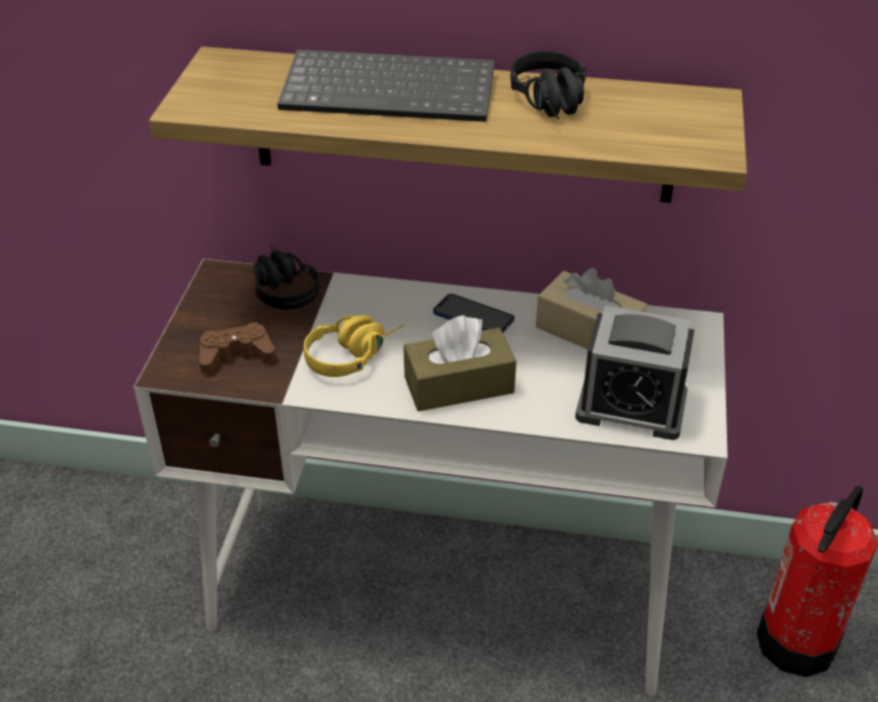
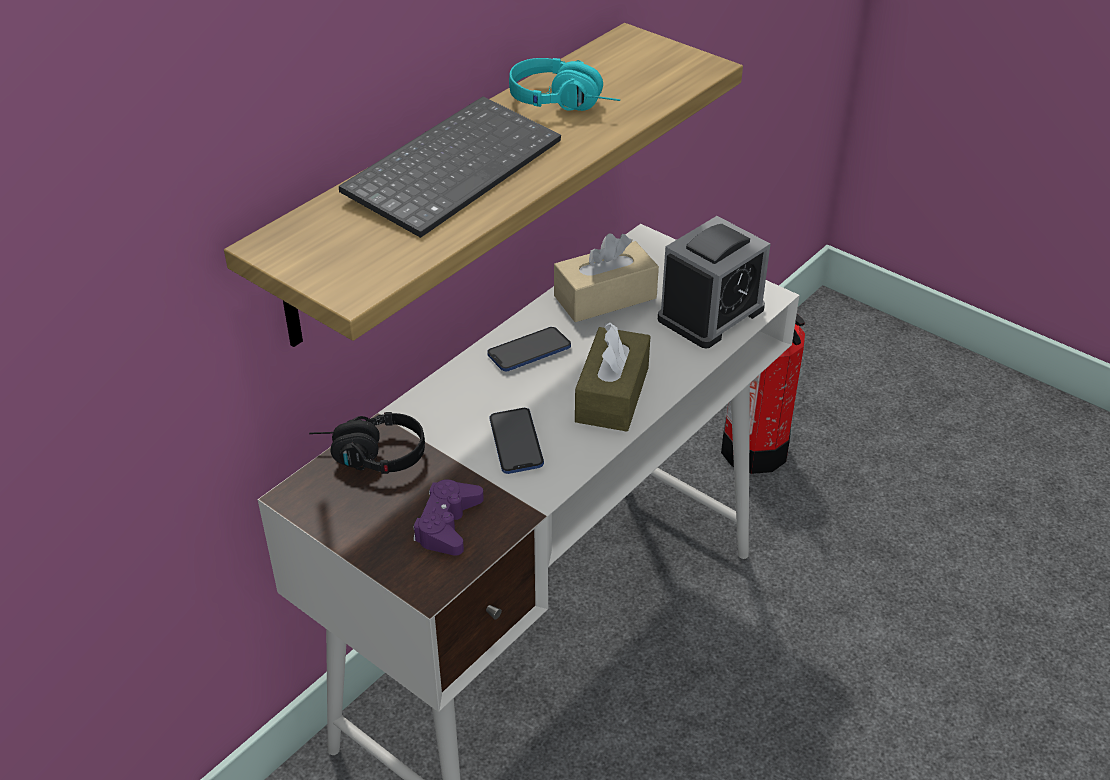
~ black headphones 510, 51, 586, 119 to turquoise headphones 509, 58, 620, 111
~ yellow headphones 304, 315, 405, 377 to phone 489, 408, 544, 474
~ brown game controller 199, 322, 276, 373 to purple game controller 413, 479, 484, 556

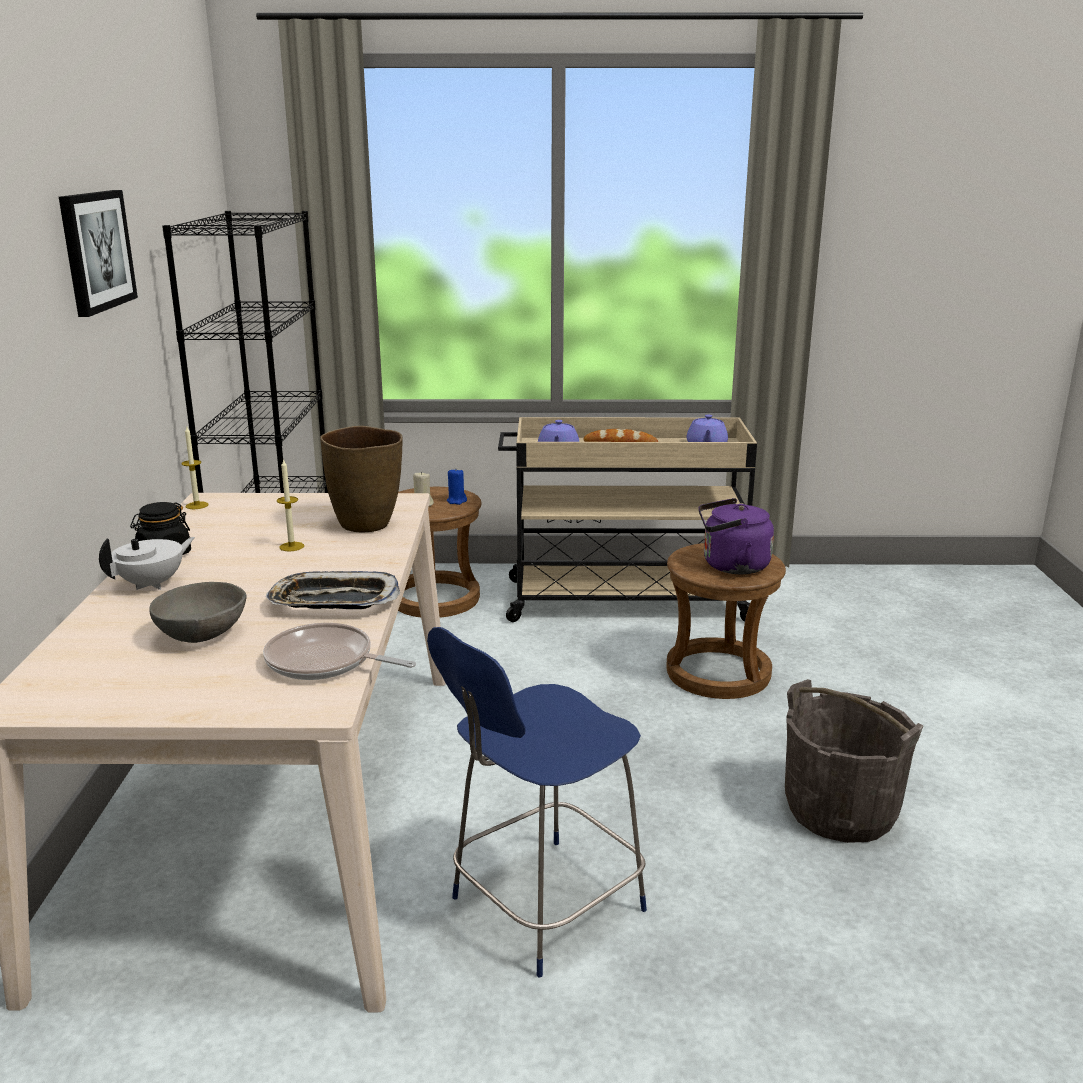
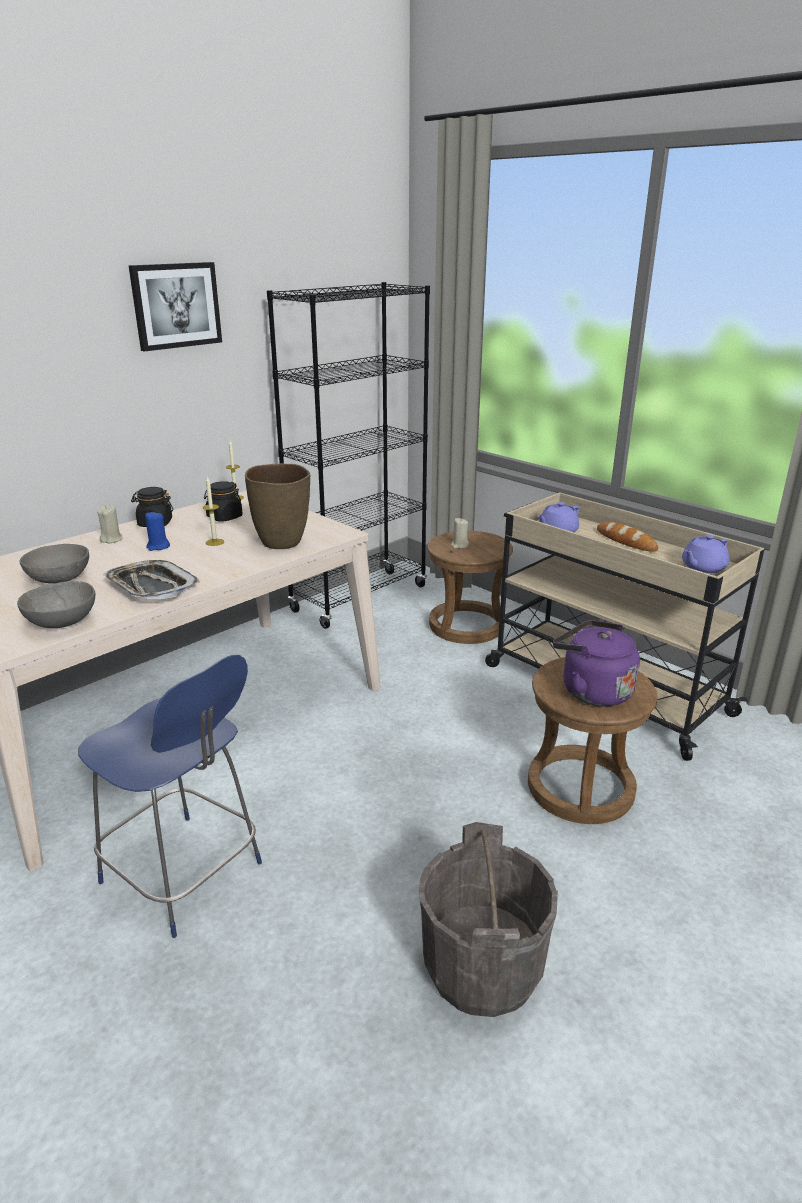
~ blue candle 447, 470, 467, 505 to 145, 512, 170, 551
~ white teapot 99, 537, 195, 590 to beige candle 97, 505, 122, 543
~ frying pan 263, 623, 416, 680 to grey bowl 17, 581, 95, 628
~ blue chair 427, 627, 647, 977 = 78, 655, 262, 938 150 degrees counterclockwise
+ black jar 204, 481, 243, 522

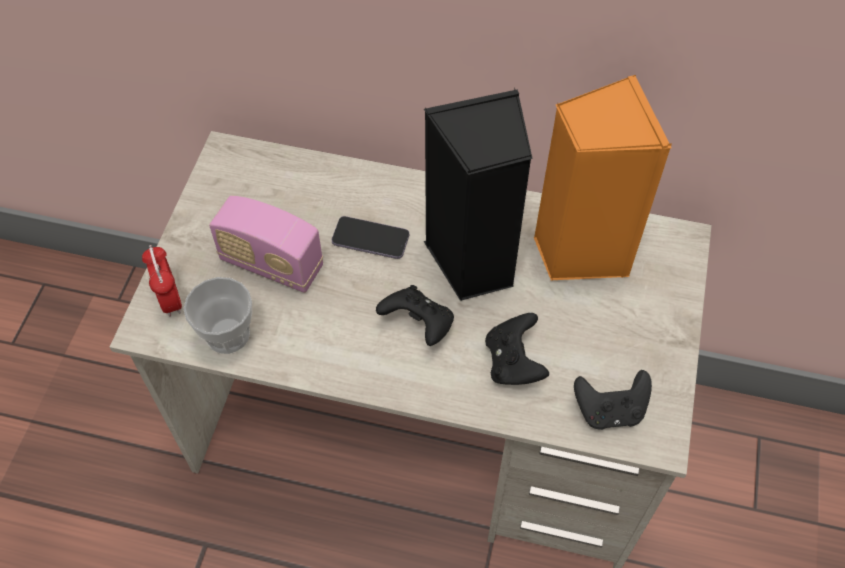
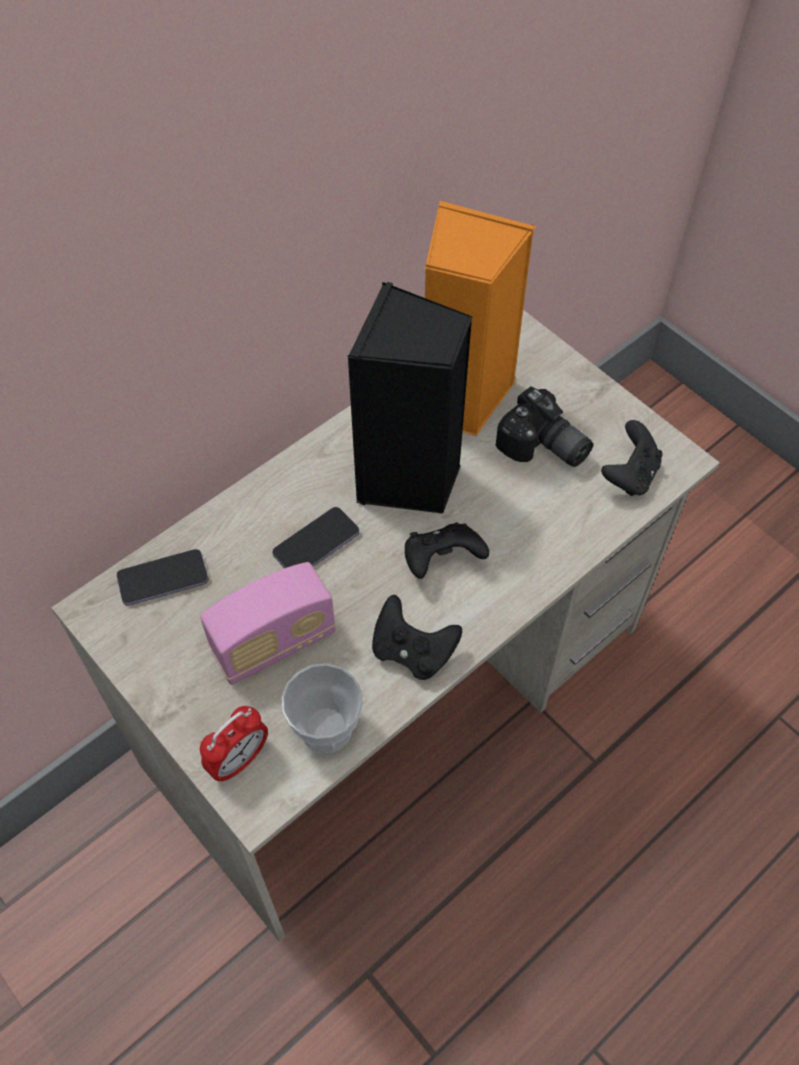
~ alarm clock 142, 245, 182, 317 = 200, 706, 268, 782 120 degrees clockwise
~ black game controller 485, 313, 549, 385 to 372, 595, 462, 680
+ photo camera 496, 386, 593, 467
+ phone 116, 549, 208, 606

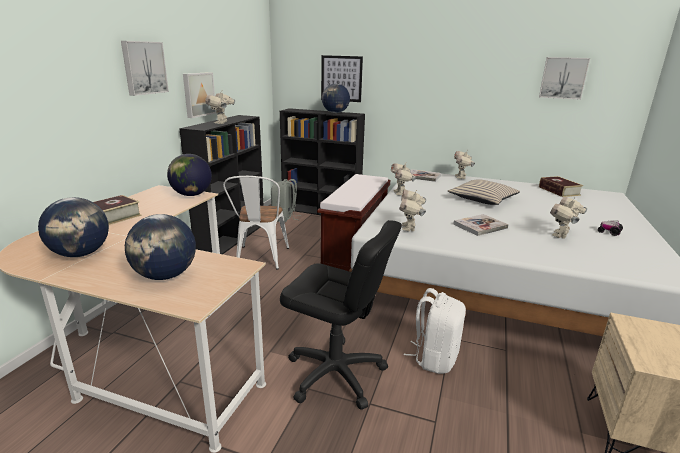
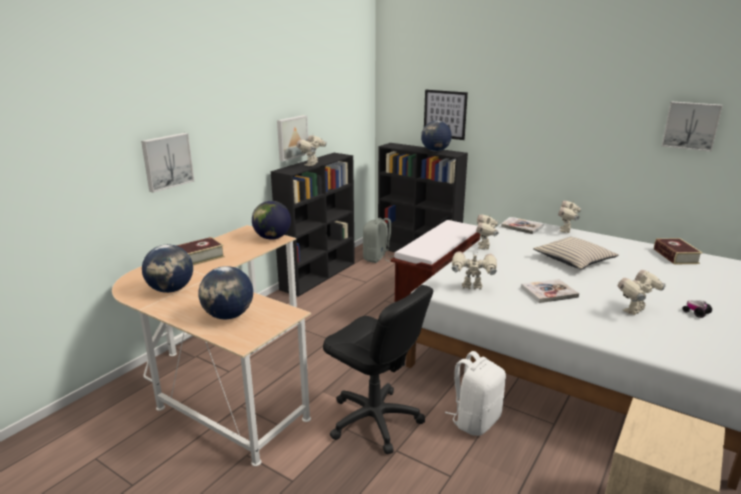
~ picture 121, 41, 169, 96 to 141, 133, 194, 193
- white chair 223, 176, 289, 270
~ toy robot 399, 189, 426, 231 = 452, 251, 497, 290 75 degrees clockwise

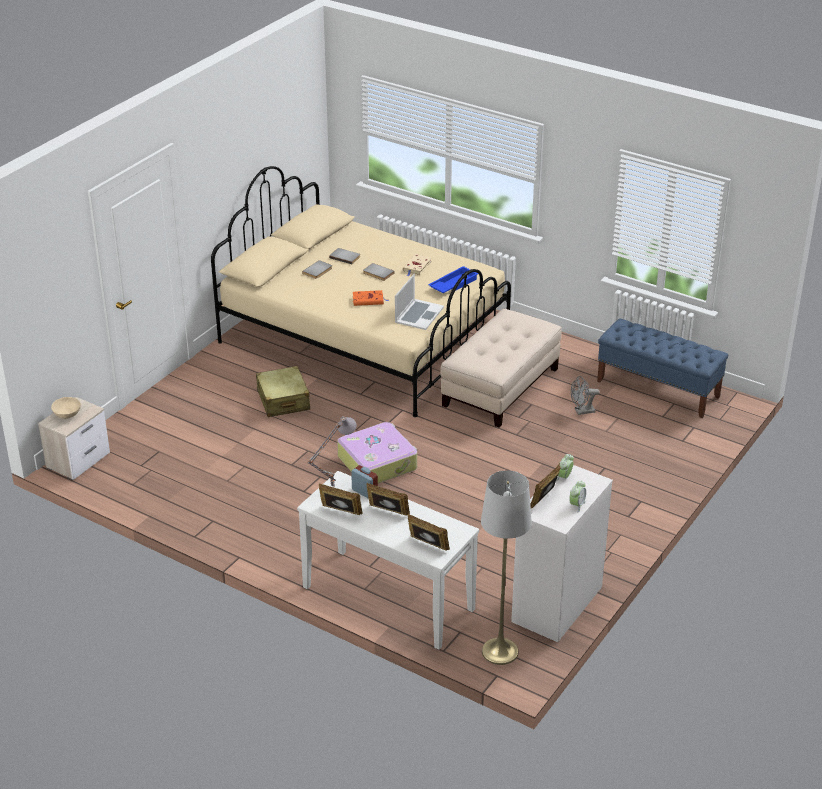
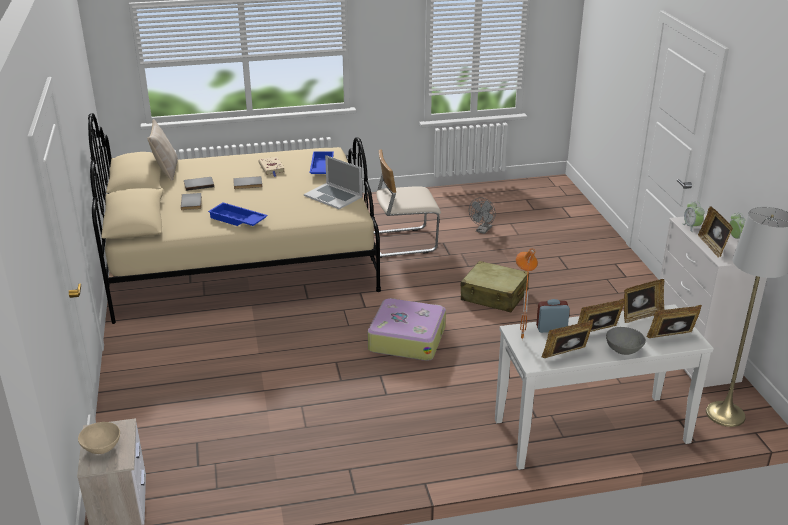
~ laptop 395, 273, 444, 330 = 304, 155, 362, 209 150 degrees clockwise
- orange book 353, 290, 389, 306
~ beige ottoman 440, 309, 562, 427 to beige chair 373, 150, 441, 258
- blue bench 597, 319, 728, 418
~ beige suitcase 256, 366, 310, 417 to 461, 261, 529, 313
~ grey table lamp 308, 416, 357, 487 to orange table lamp 516, 248, 538, 340
+ beige pillow 147, 119, 178, 181
+ blue tray 208, 202, 268, 226
+ picture frame 624, 279, 664, 323
+ grey bowl 606, 327, 646, 355

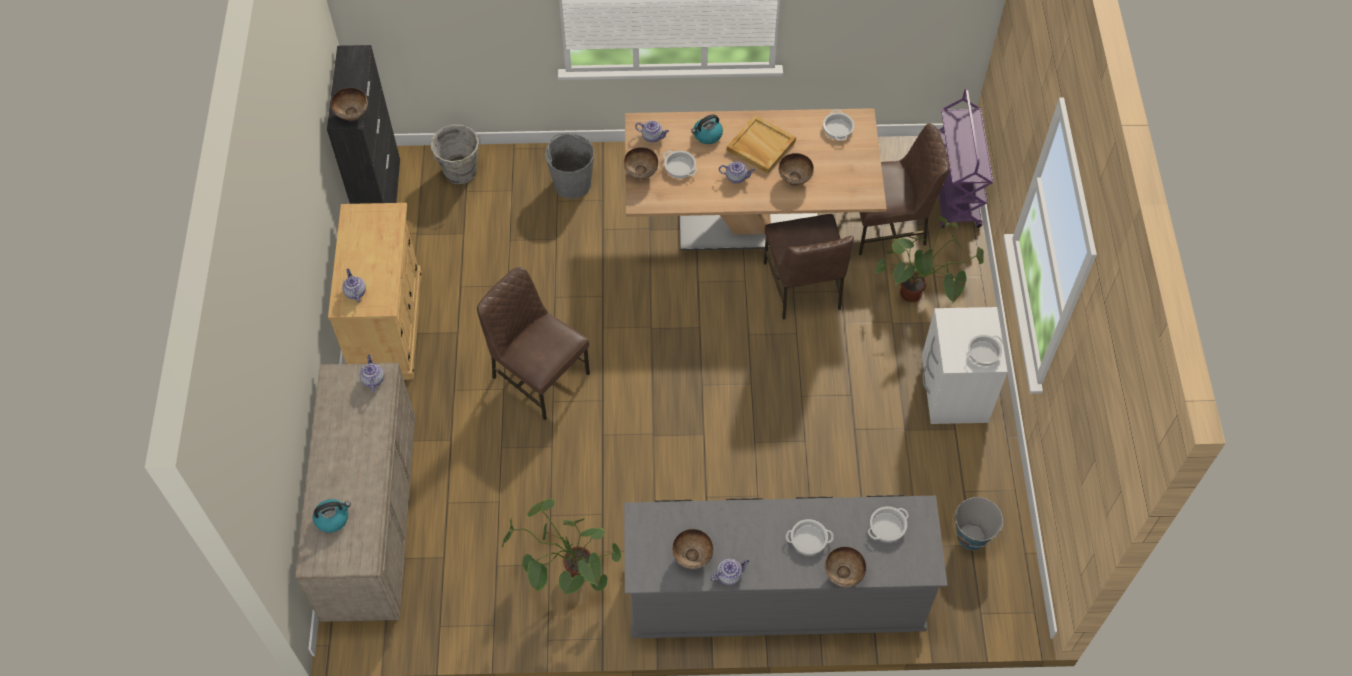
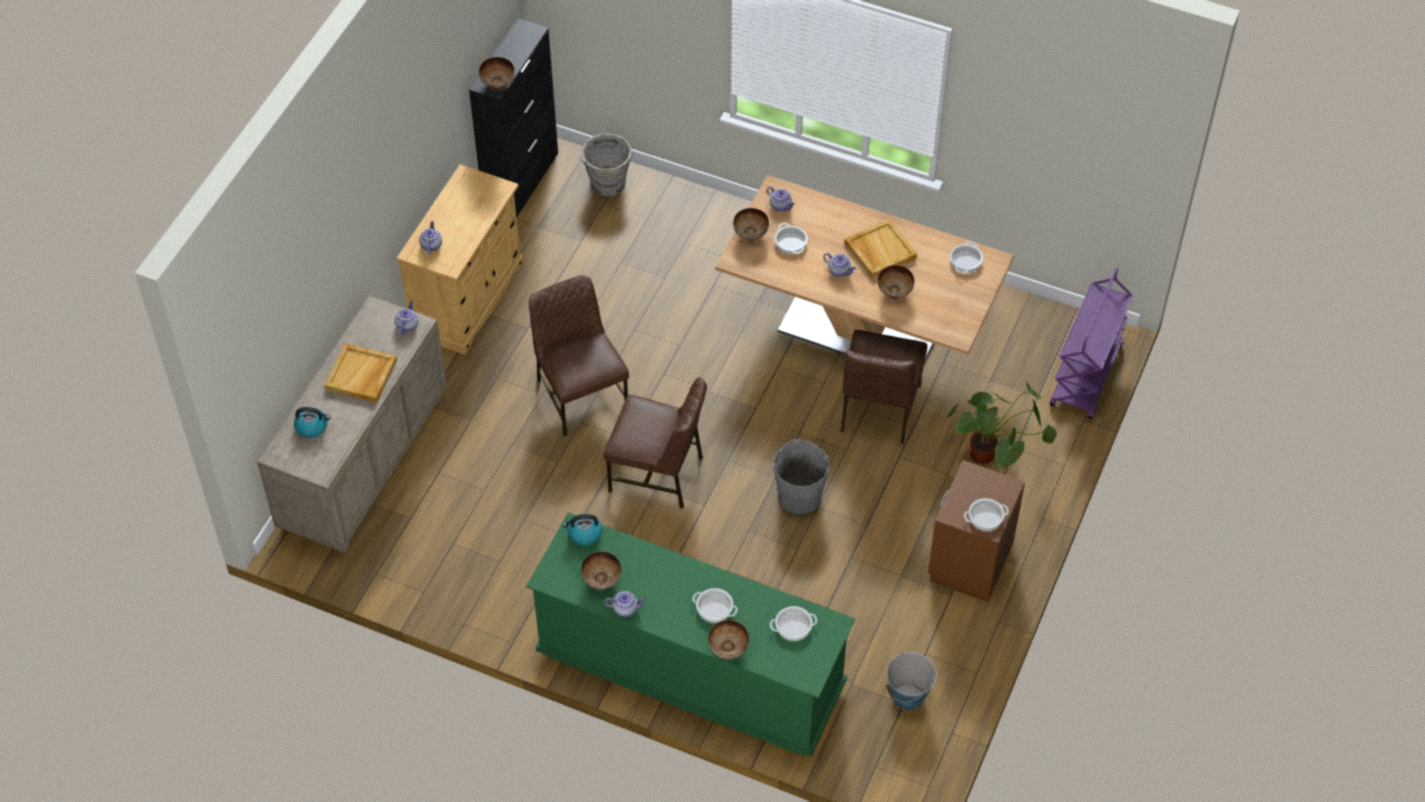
~ kettle 691, 114, 723, 144 to 562, 514, 602, 545
~ brown chair 859, 124, 950, 255 to 603, 377, 707, 508
~ grey bucket 545, 133, 594, 199 to 773, 439, 830, 514
~ white nightstand 922, 307, 1008, 424 to brown nightstand 928, 460, 1025, 602
~ grey dresser 624, 495, 948, 638 to green dresser 526, 513, 855, 757
- potted plant 502, 499, 622, 596
+ beige tray 324, 343, 397, 403

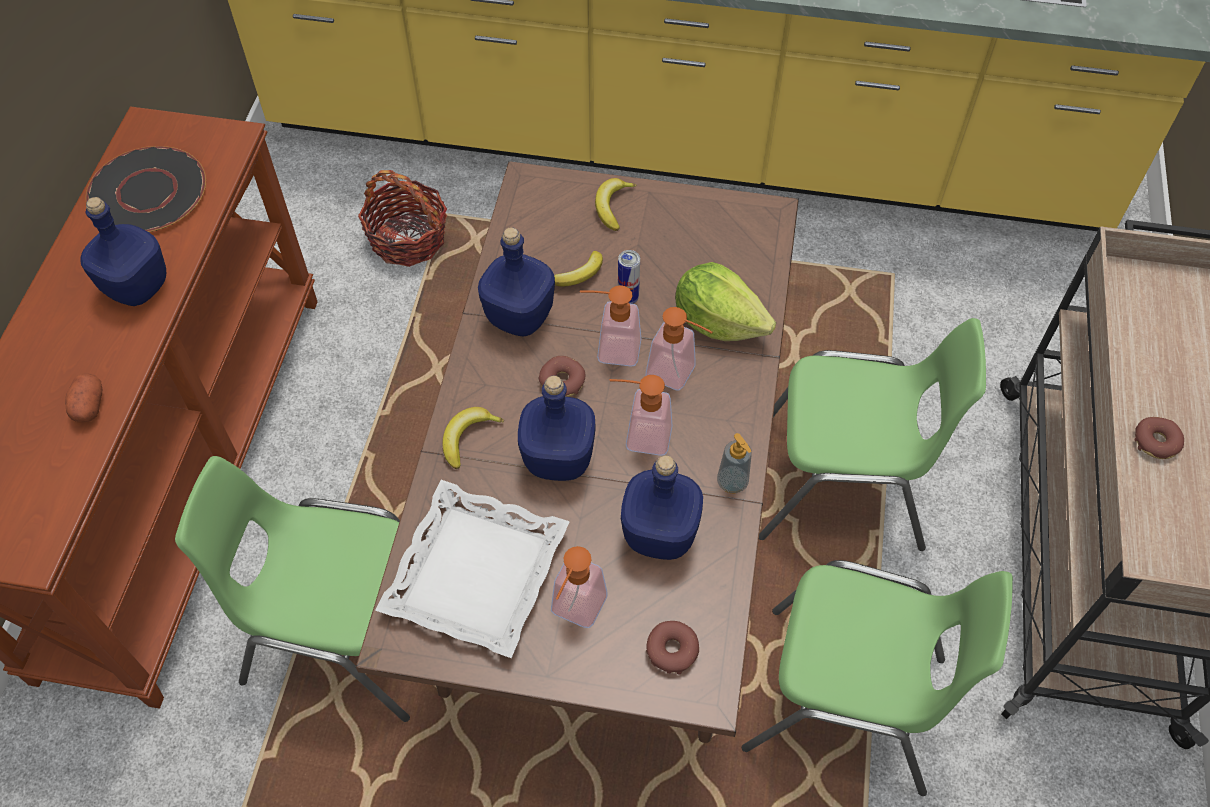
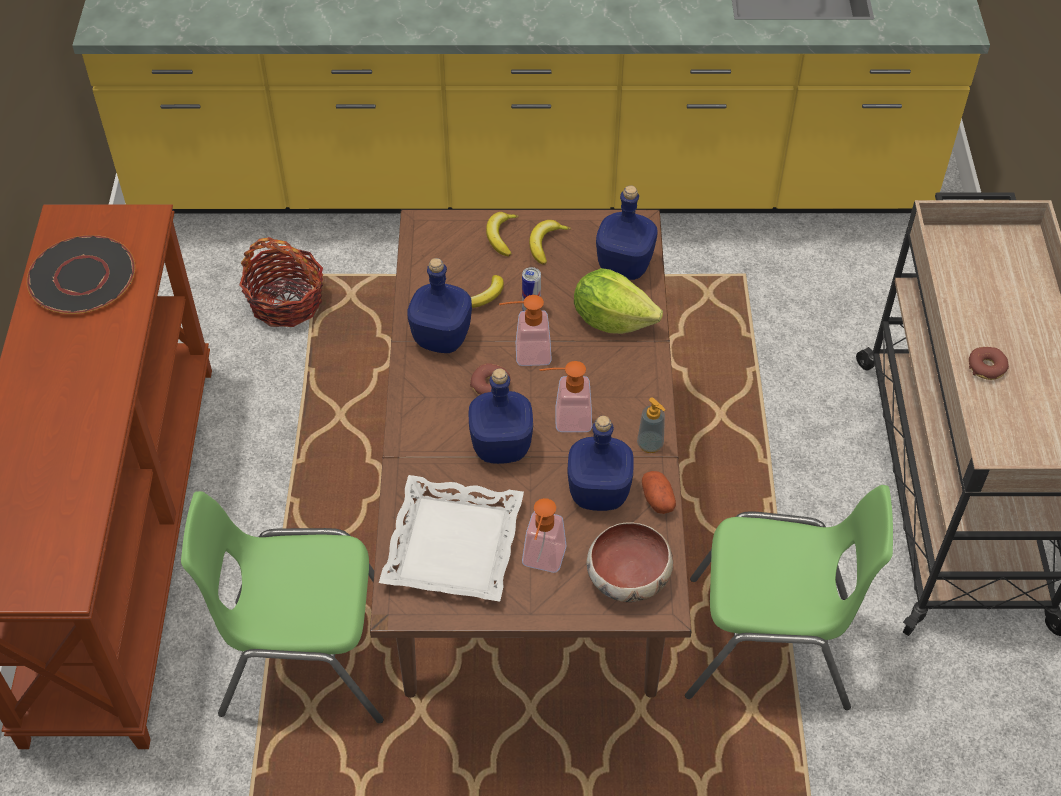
~ blue bottle 80, 197, 166, 306 to 596, 185, 658, 280
- soap dispenser 645, 307, 713, 391
- green chair 759, 318, 986, 551
~ potato 65, 373, 102, 422 to 642, 471, 676, 514
~ banana 443, 407, 504, 469 to 529, 220, 571, 265
~ donut 646, 621, 699, 675 to bowl 587, 523, 673, 602

